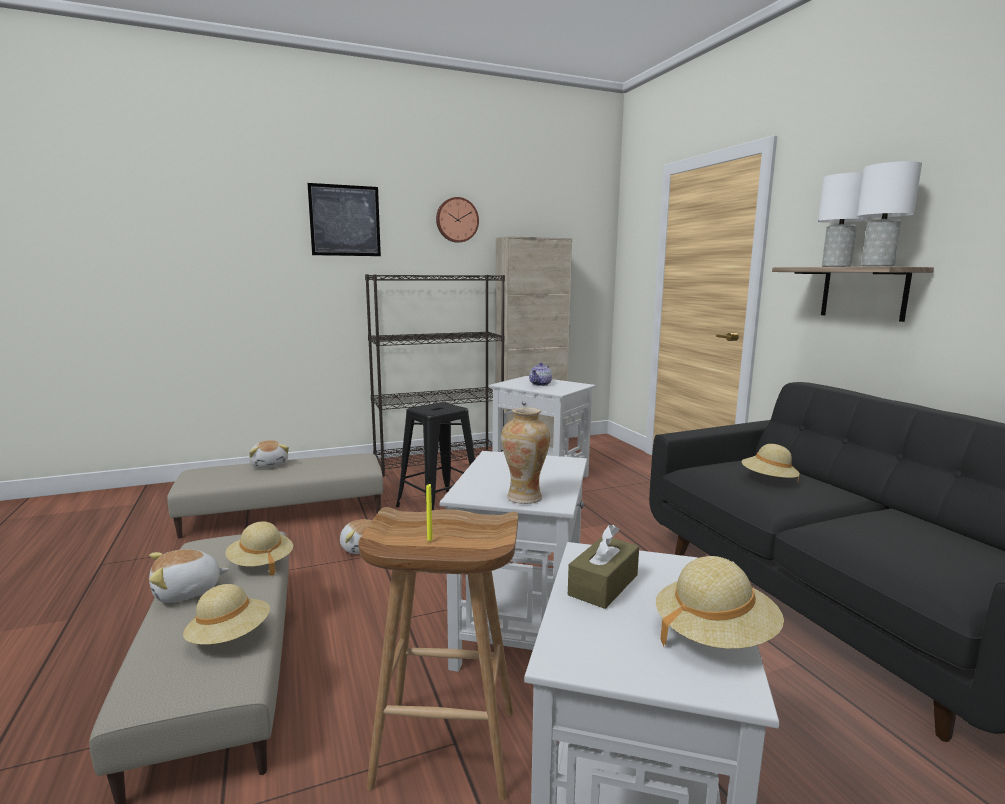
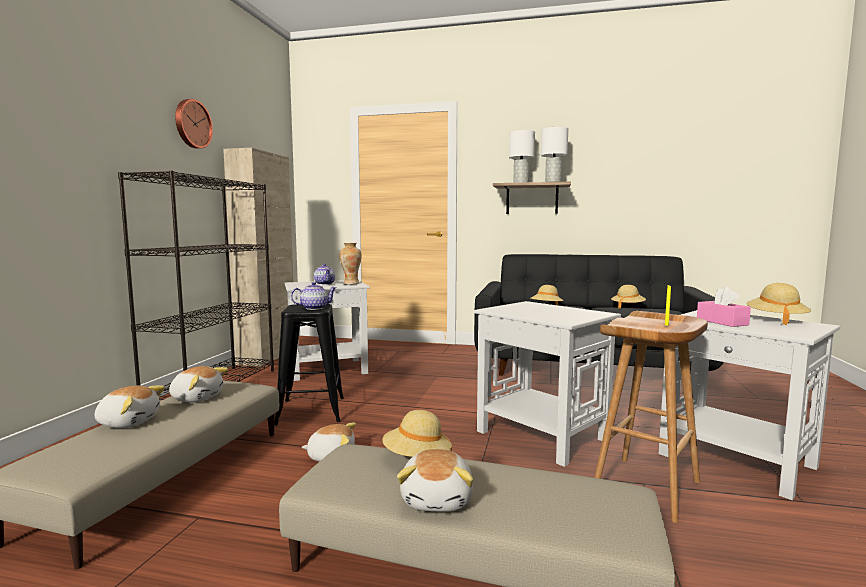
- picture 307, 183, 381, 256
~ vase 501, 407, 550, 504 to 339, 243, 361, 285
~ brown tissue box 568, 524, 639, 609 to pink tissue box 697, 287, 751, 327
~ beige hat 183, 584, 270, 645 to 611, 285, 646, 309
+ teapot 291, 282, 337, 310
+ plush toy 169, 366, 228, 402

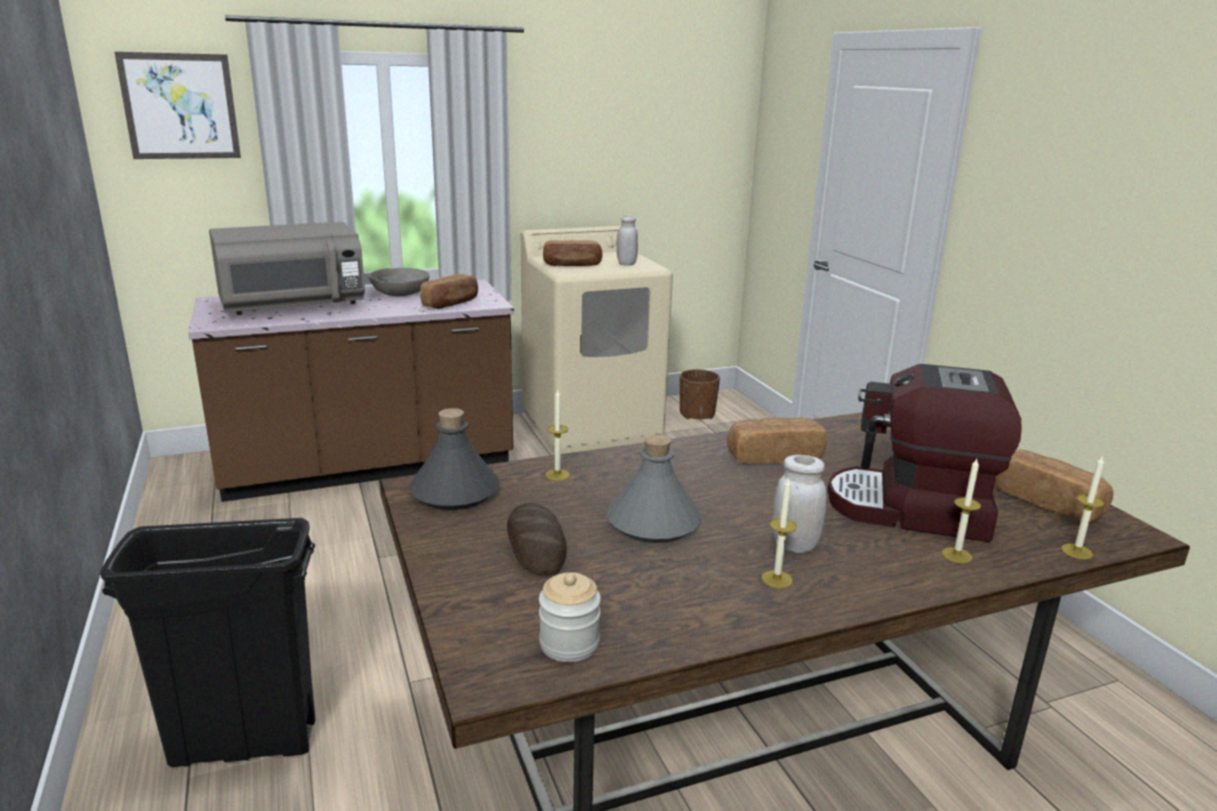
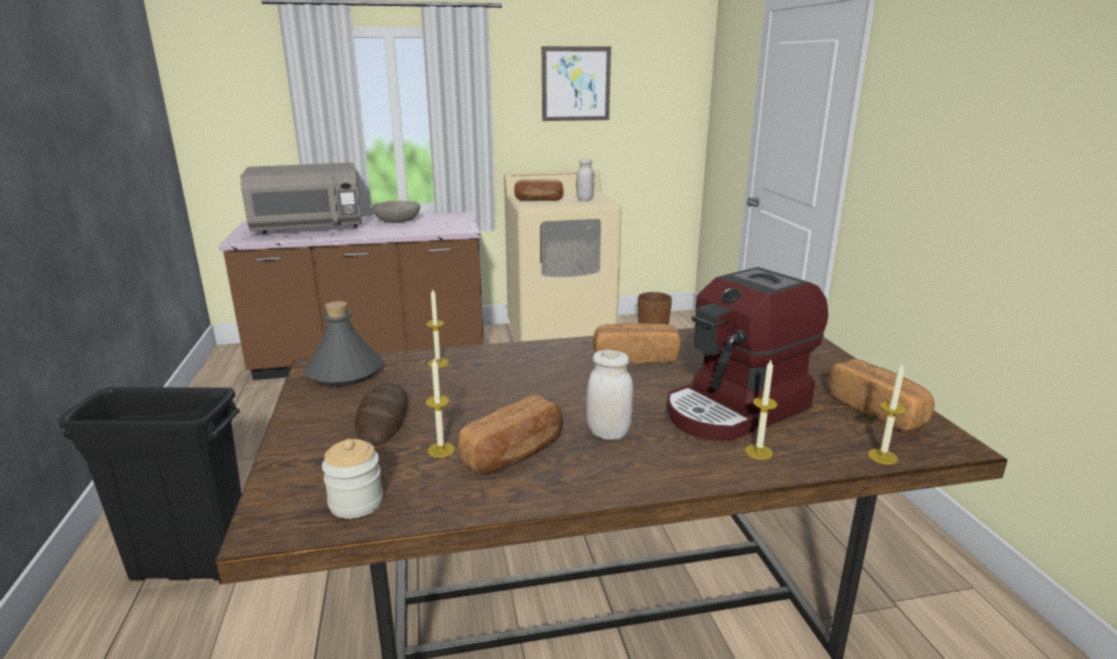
~ picture 114, 52, 241, 159 to 542, 46, 611, 121
~ bread 420, 274, 478, 309 to 459, 395, 563, 474
~ coffee machine 828, 364, 1022, 542 = 667, 267, 828, 441 60 degrees counterclockwise
- grey bottle 607, 435, 702, 543
~ candle 762, 477, 797, 588 to 426, 358, 455, 458

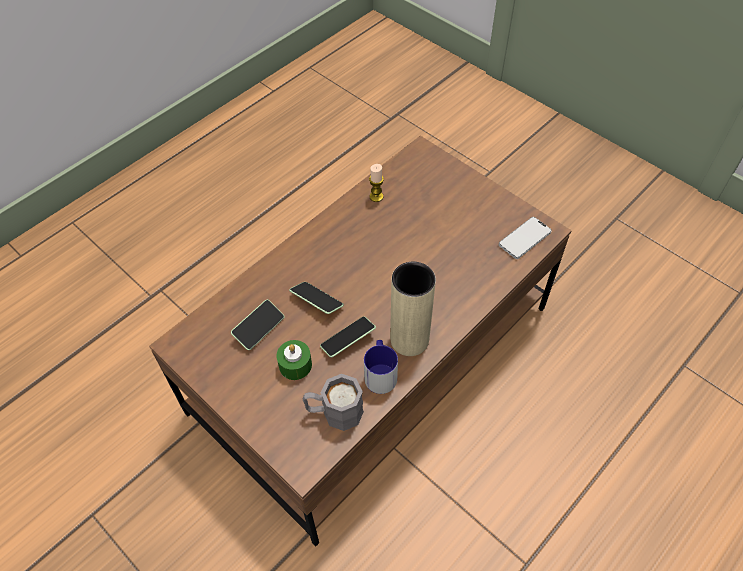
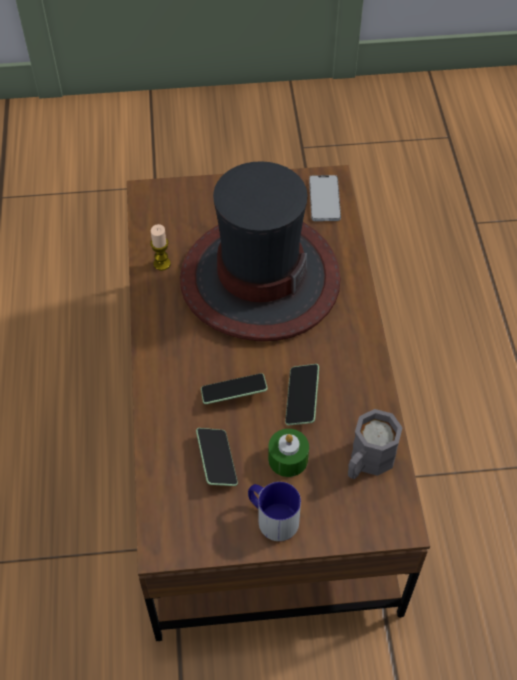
- beige vase 390, 262, 436, 356
~ mug 364, 340, 398, 394 to 248, 482, 301, 541
+ hat 180, 161, 341, 341

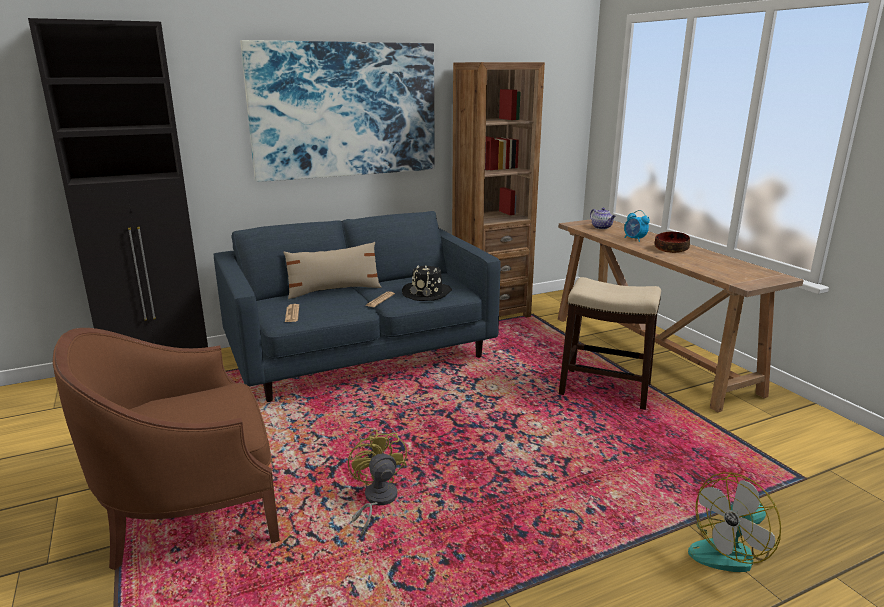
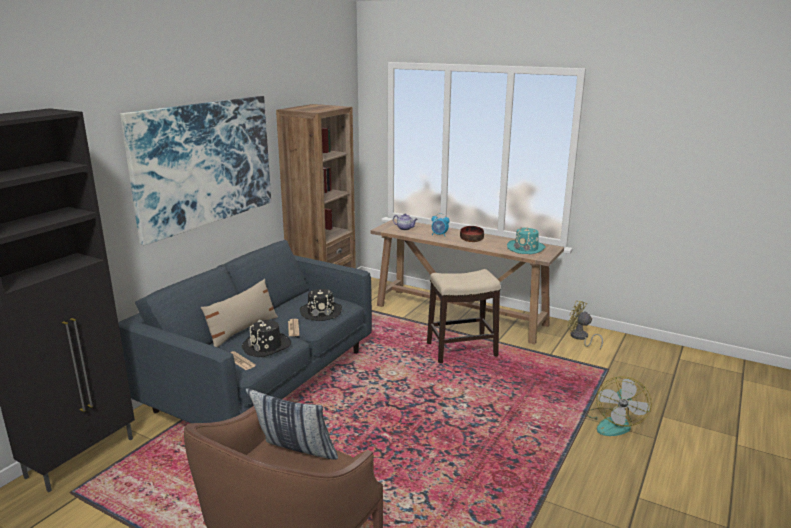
~ yellow fan 348, 429, 407, 536 to 568, 300, 603, 349
+ turquoise hat 507, 227, 546, 254
+ black hat 242, 320, 291, 357
+ pillow 245, 388, 338, 459

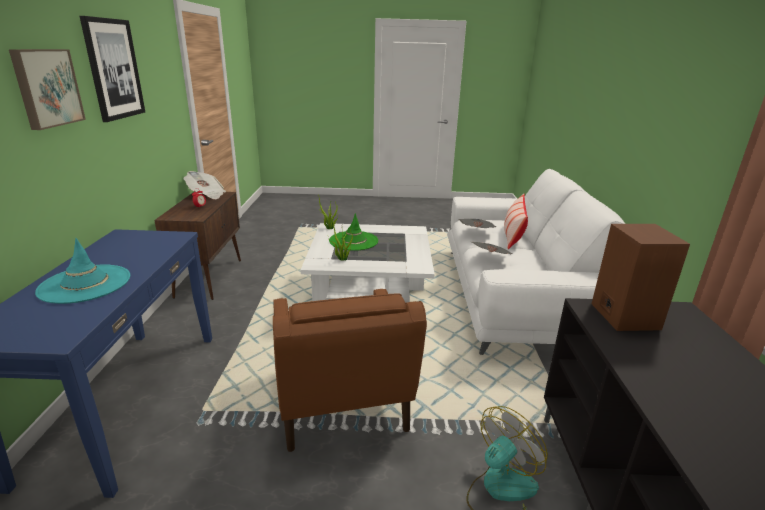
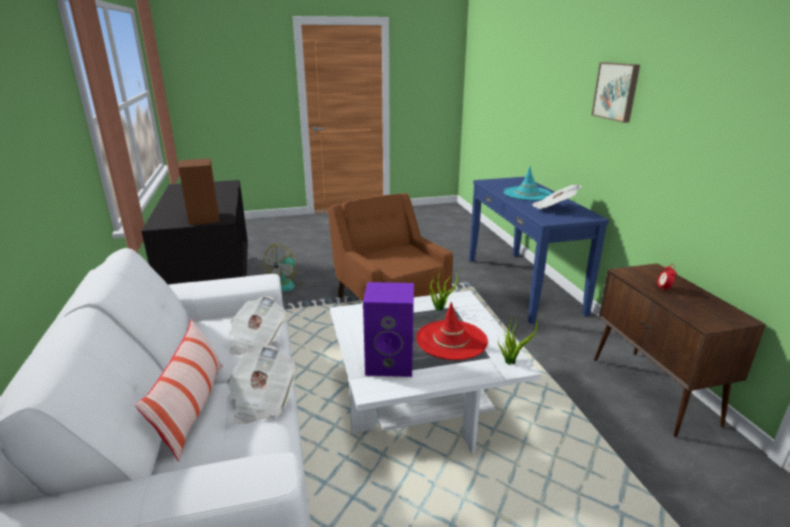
- picture 80, 16, 145, 122
~ newspaper 184, 171, 226, 199 to 532, 185, 582, 210
~ green hat 329, 213, 378, 251 to red hat 416, 302, 488, 360
+ purple speaker 363, 282, 414, 377

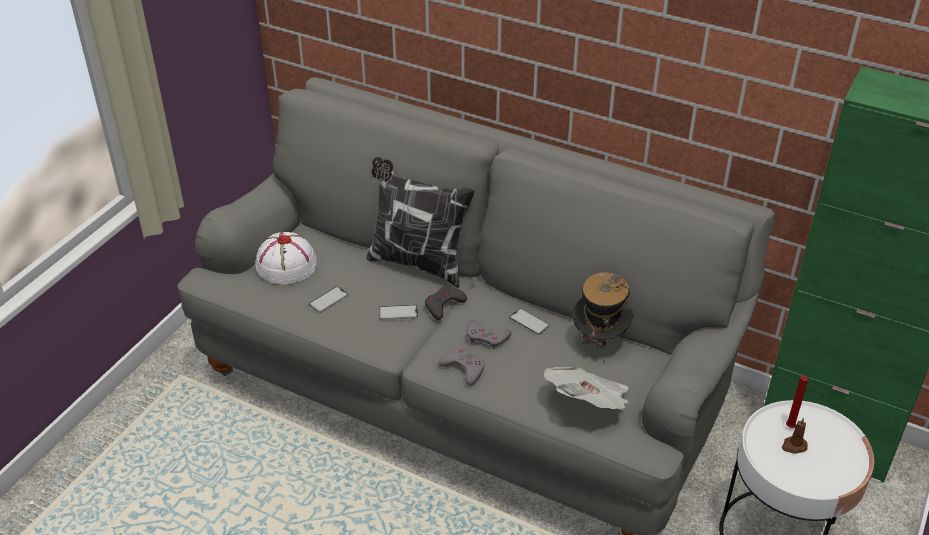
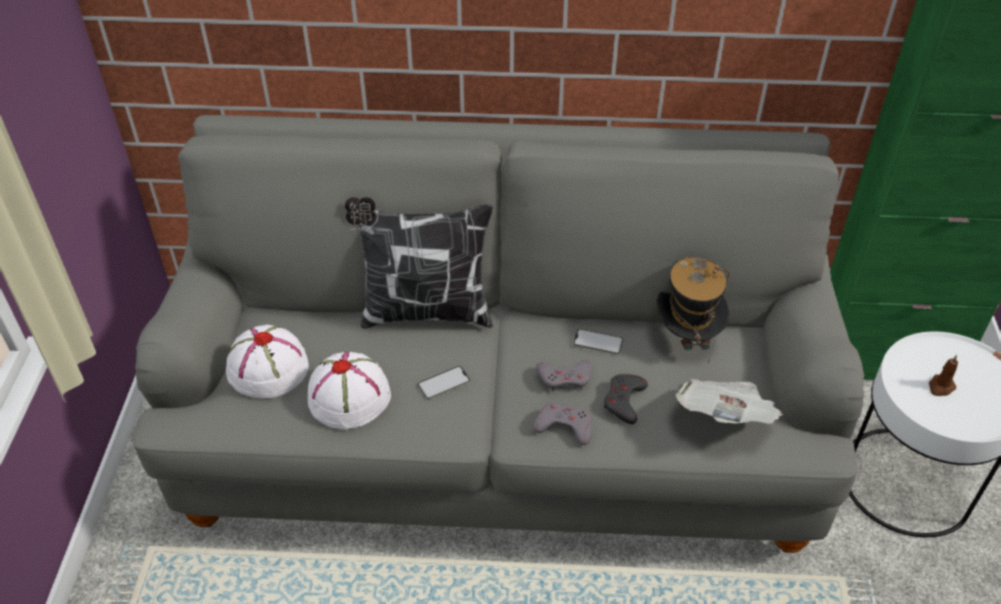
~ phone 309, 286, 348, 313 to white hat 308, 352, 391, 430
~ grey game controller 425, 286, 467, 320 to 604, 374, 648, 424
- red candle 786, 375, 809, 428

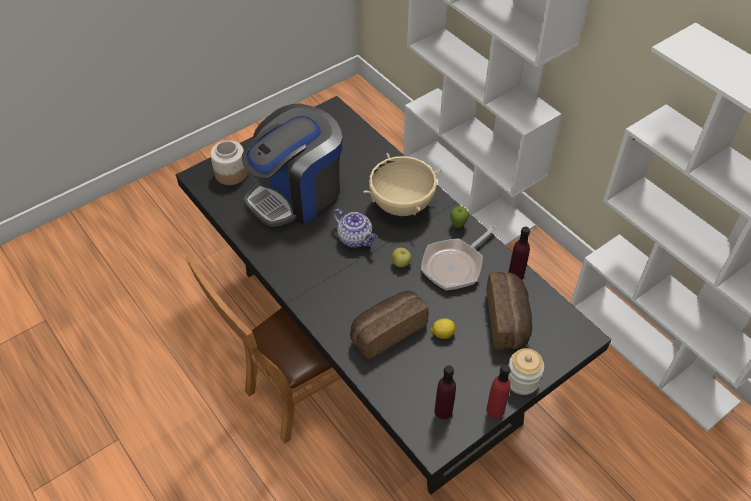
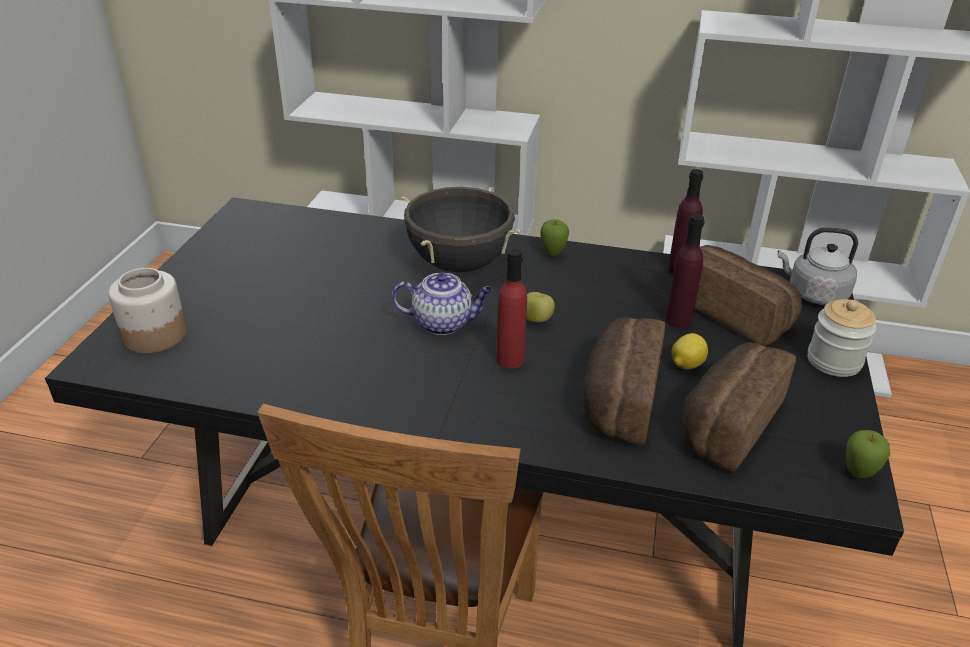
- coffee machine 242, 104, 342, 227
~ beige cooking pot 363, 153, 442, 216 to black cooking pot 401, 187, 521, 272
- frying pan 421, 226, 497, 290
~ red bottle 487, 364, 511, 418 to 496, 249, 527, 369
~ purple bottle 434, 365, 456, 419 to 665, 214, 705, 328
+ grey kettle 777, 227, 858, 305
+ bread 682, 342, 796, 472
+ apple 846, 430, 890, 478

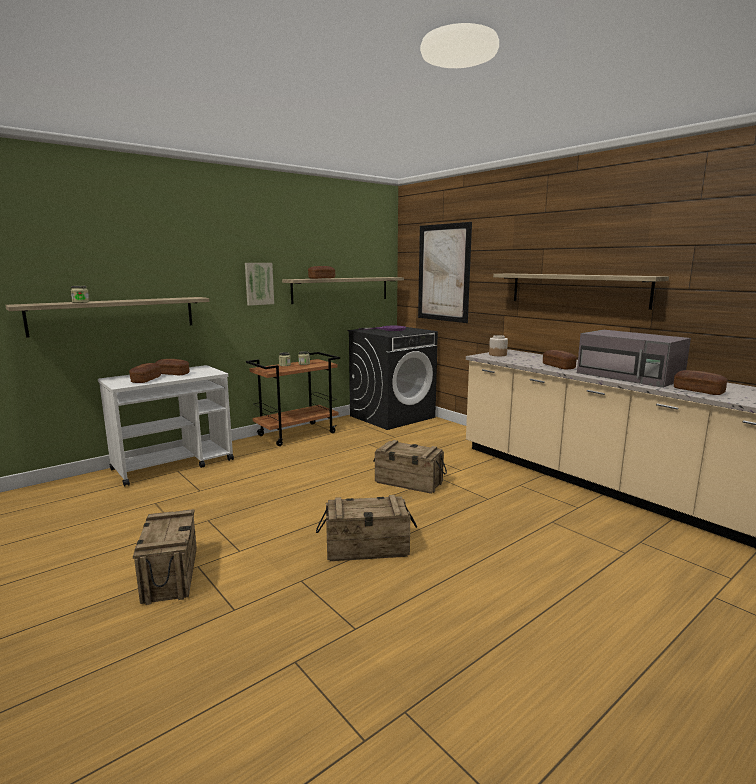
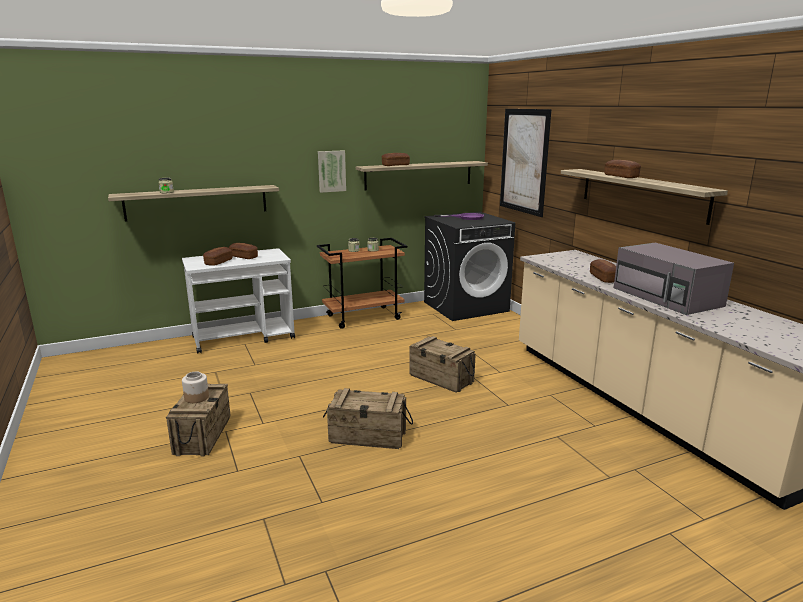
~ jar 489, 335, 508, 356 to 182, 371, 209, 403
~ bread 674, 370, 728, 395 to 604, 160, 641, 178

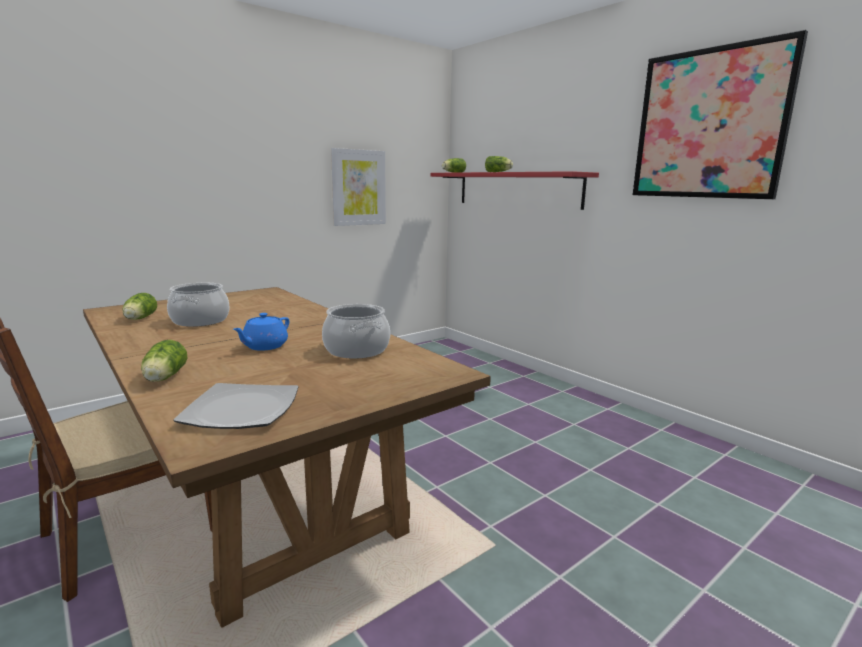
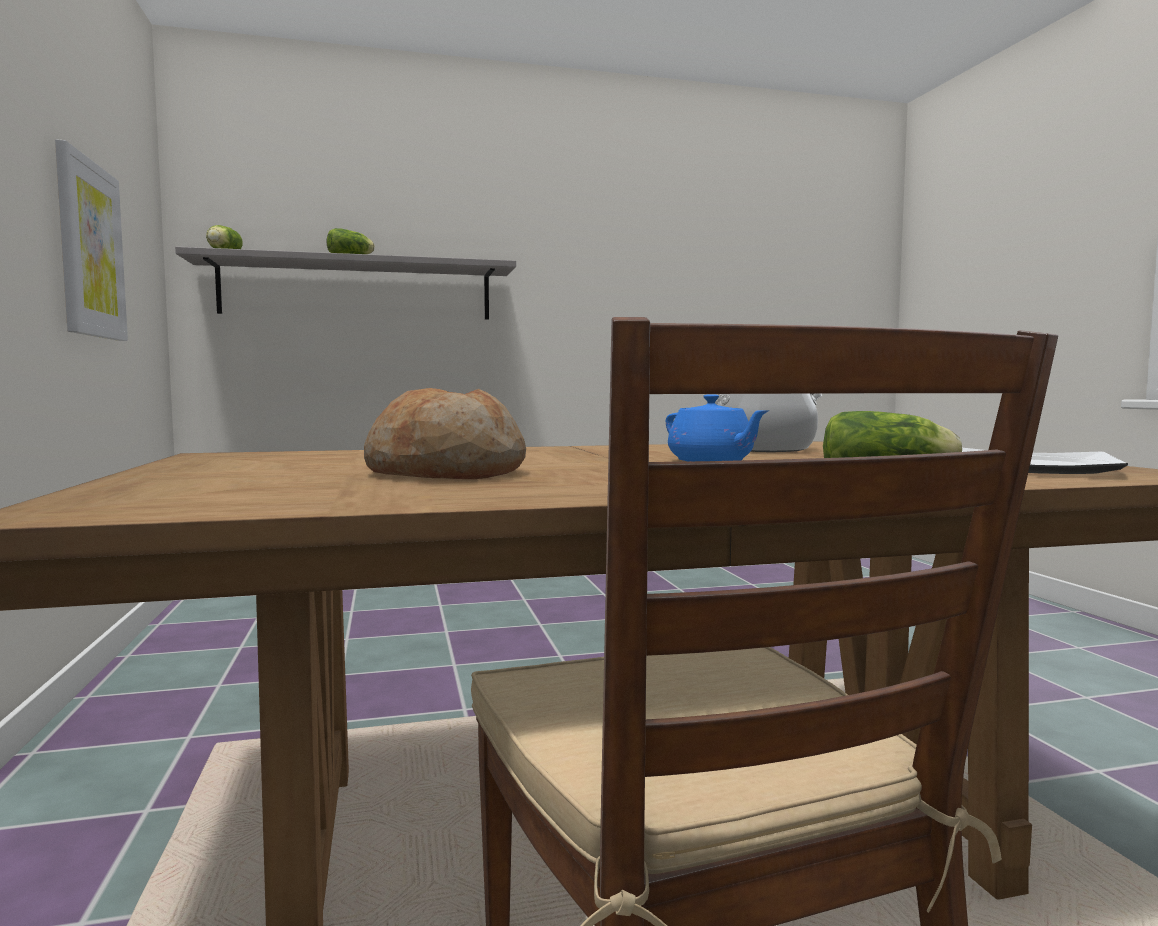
- picture 632, 30, 808, 199
~ red shelf 431, 171, 599, 210 to grey shelf 175, 247, 516, 320
~ cooking pot 167, 283, 230, 327 to bread 364, 388, 526, 479
- lettuce 122, 293, 157, 320

